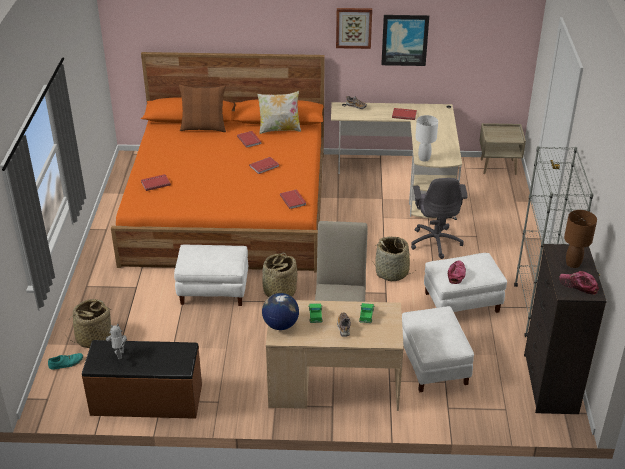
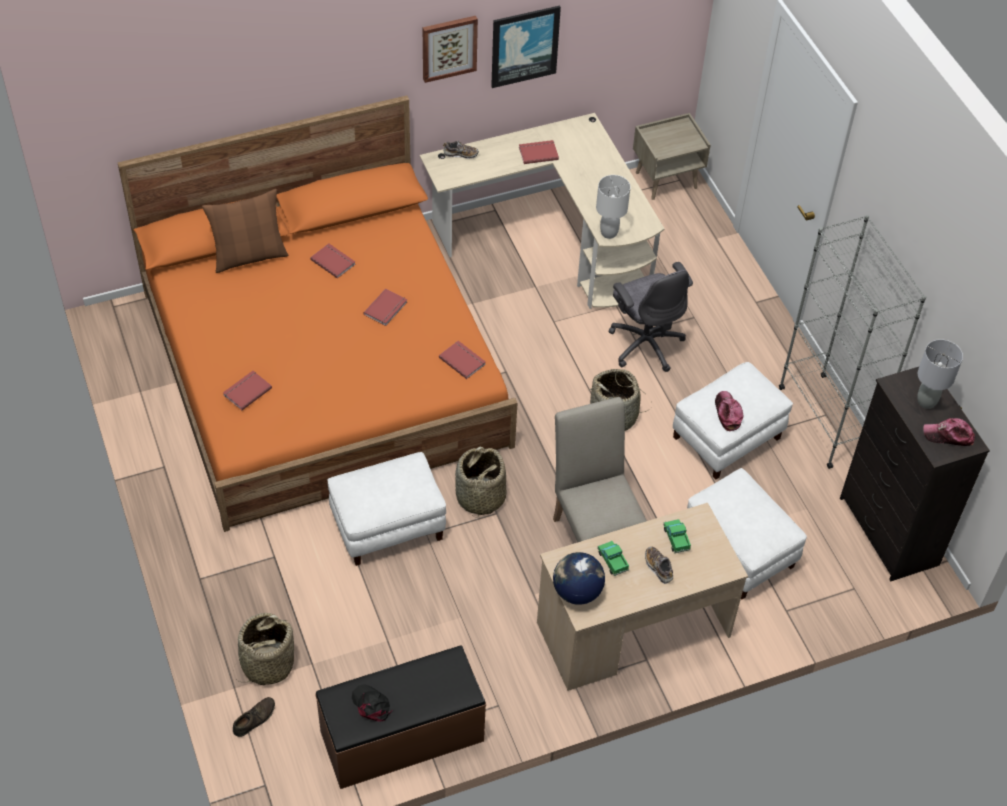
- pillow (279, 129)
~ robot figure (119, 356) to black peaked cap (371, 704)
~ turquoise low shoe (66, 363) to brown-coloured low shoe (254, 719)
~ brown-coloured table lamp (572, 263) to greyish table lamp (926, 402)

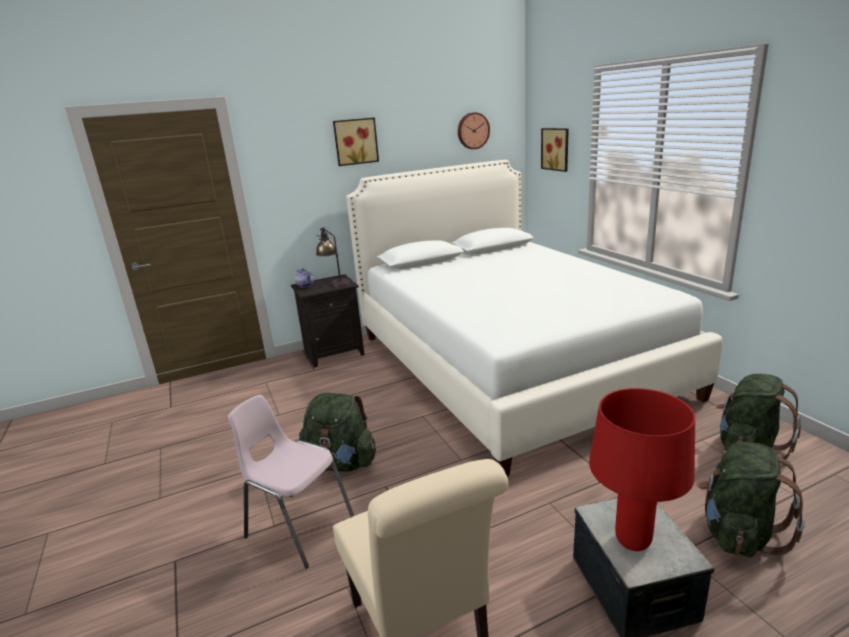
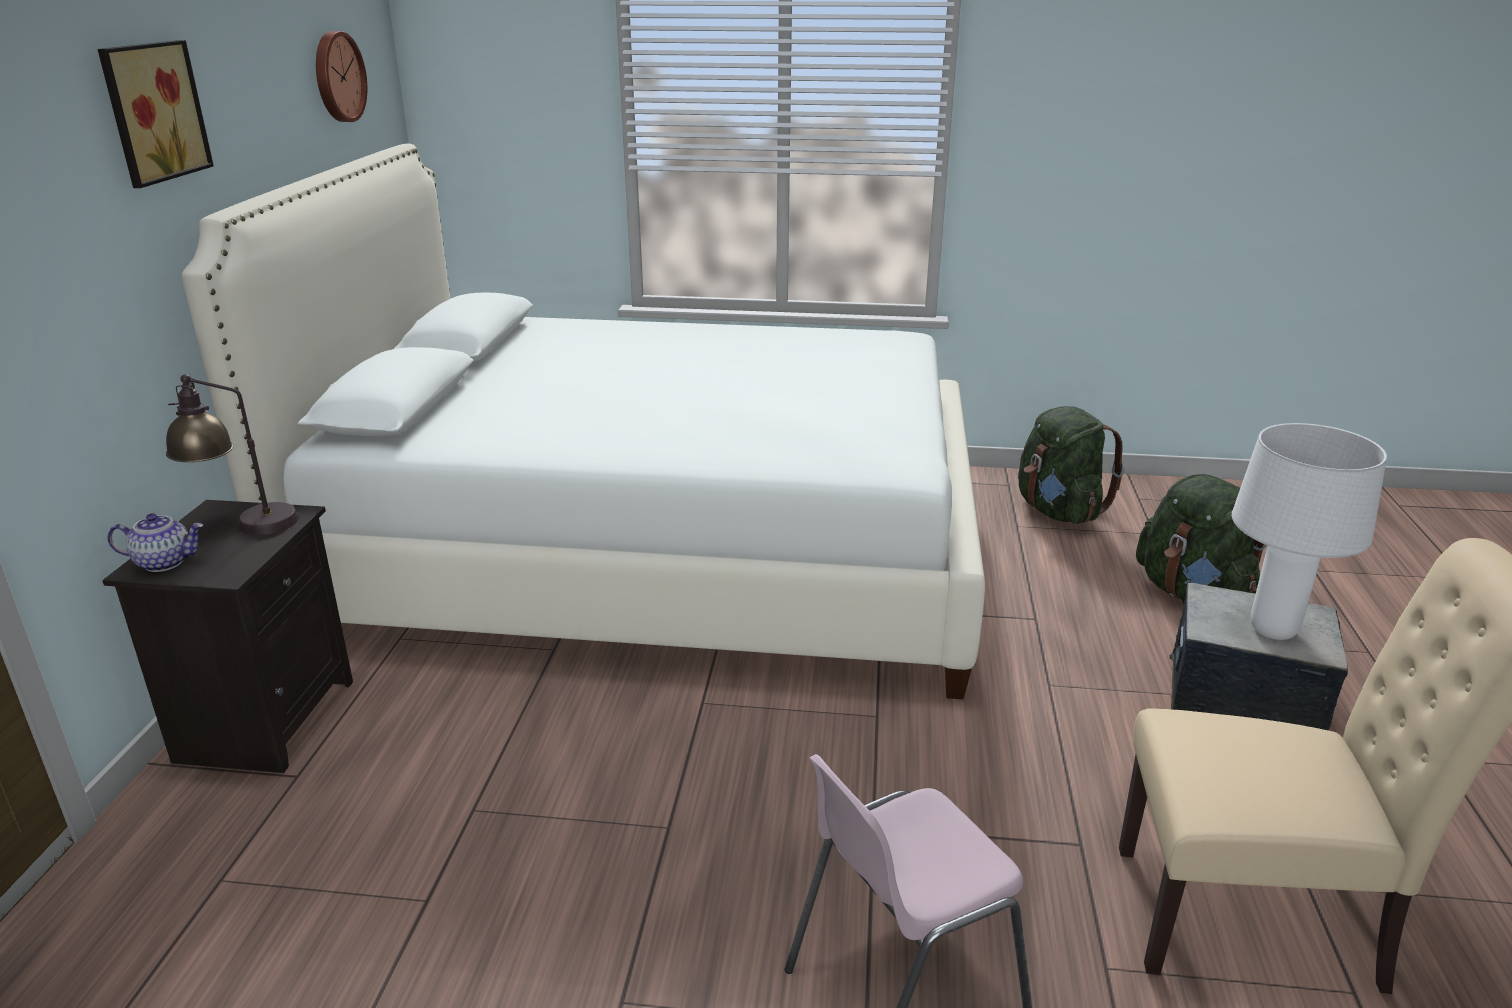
- green-coloured knapsack (341, 463)
- wall picture (556, 149)
~ red table lamp (633, 540) to white-coloured table lamp (1272, 630)

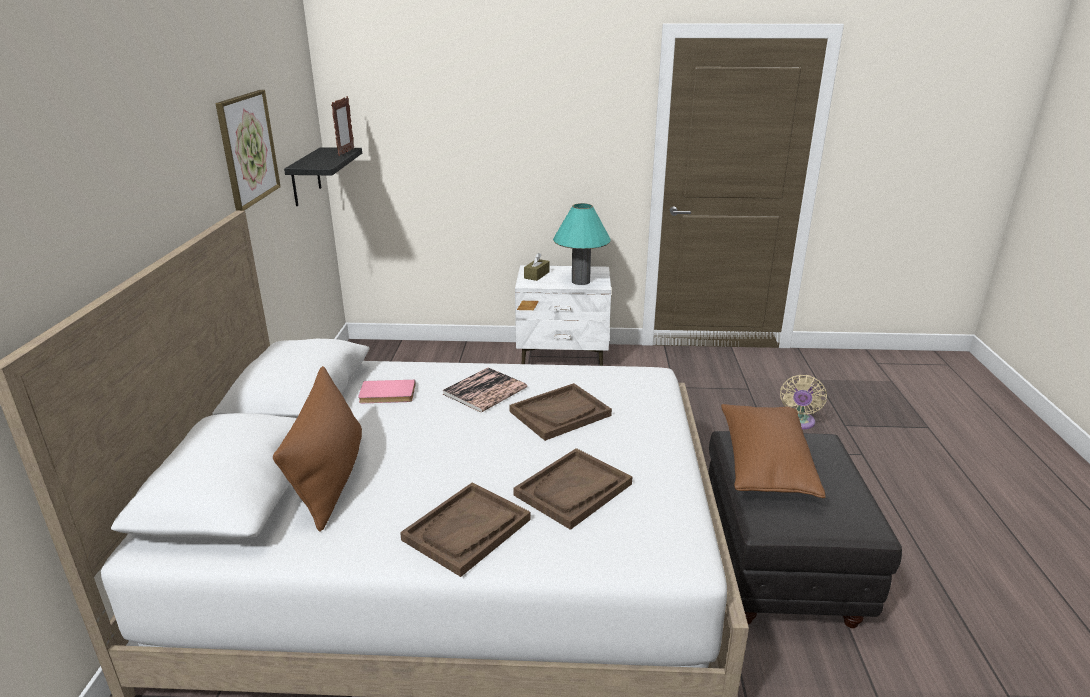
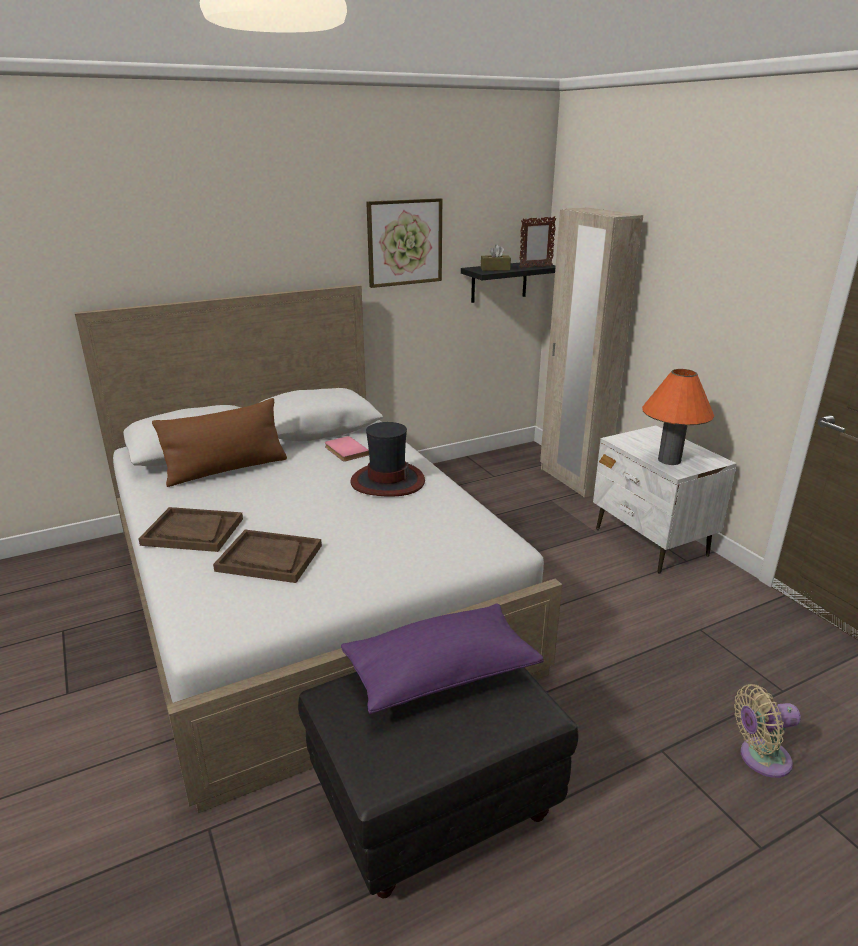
- brown-coloured carrying tray (560, 413)
+ beige armoire (572, 480)
~ brown-coloured tissue holder (536, 275) to (495, 269)
~ bound book (485, 391) to clothing hat (387, 481)
~ turquoise table lamp (580, 281) to orange-coloured table lamp (669, 460)
~ brown-coloured pillow (765, 465) to purplish pillow (440, 674)

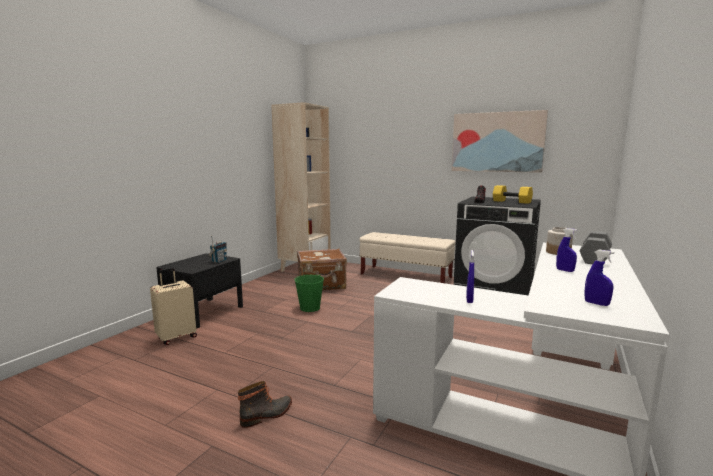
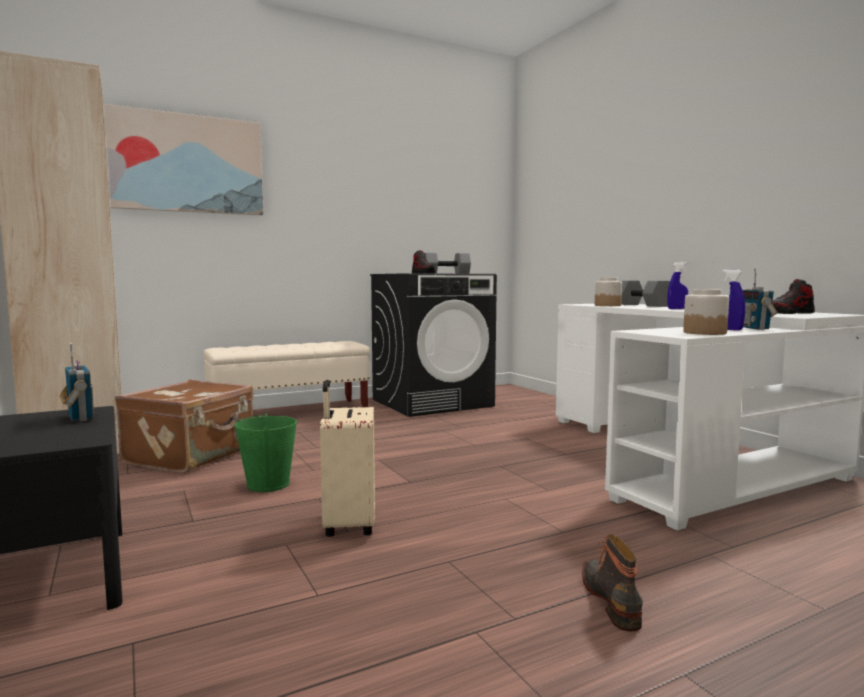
+ storage jar (704, 333)
+ radio (755, 328)
~ beige travel case (176, 337) to (348, 525)
~ wall picture (497, 142) to (188, 164)
~ bluish spray bottle (596, 303) to low shoe (789, 313)
~ yellowish free weight (512, 201) to greyish free weight (446, 273)

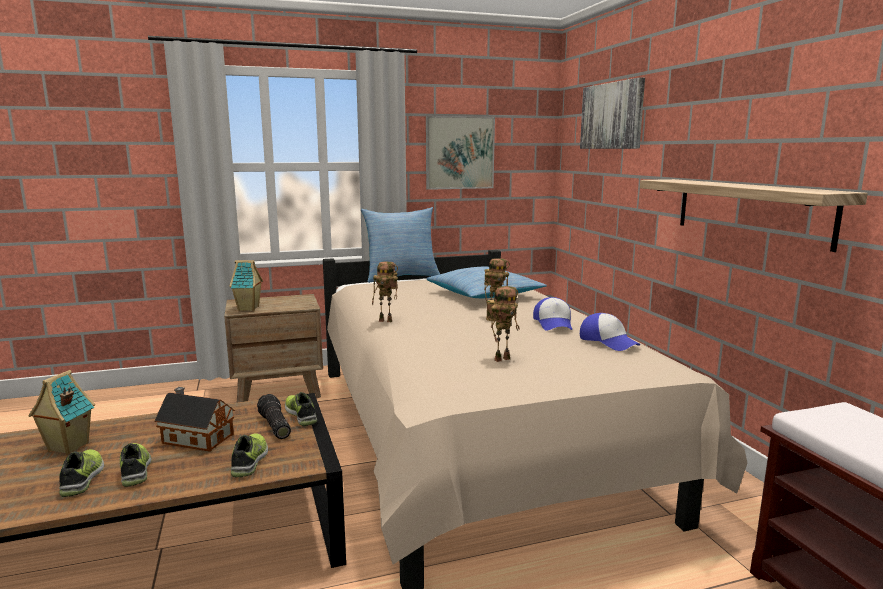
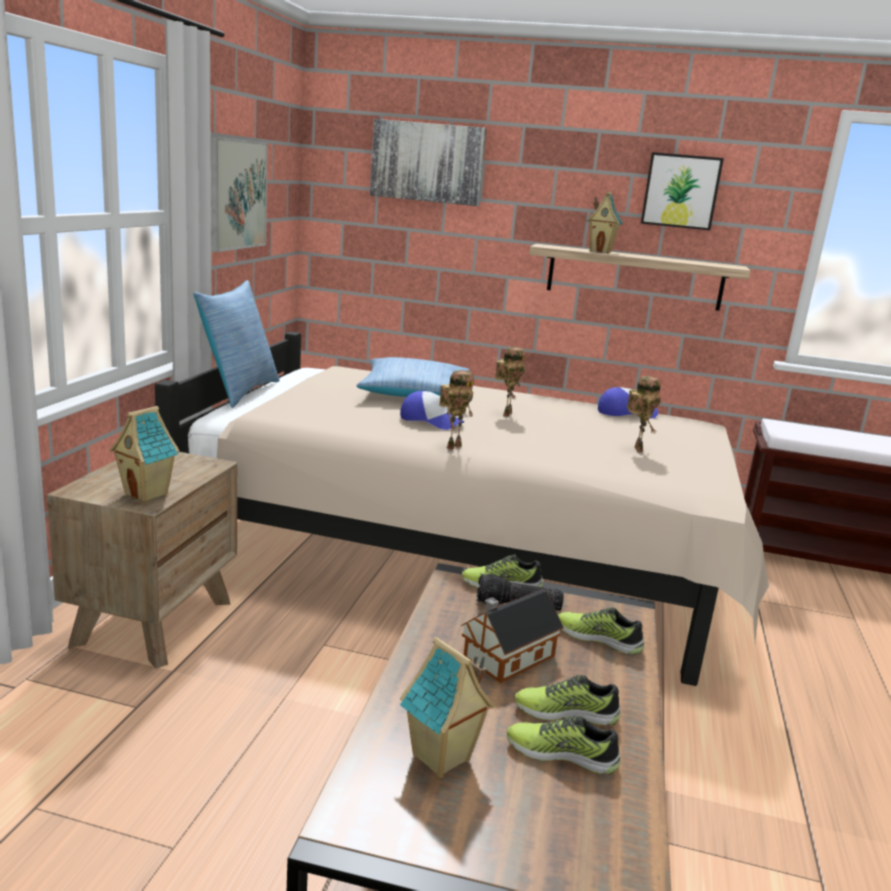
+ model house (600, 252)
+ wall picture (681, 191)
~ peaked cap (554, 324) to (430, 421)

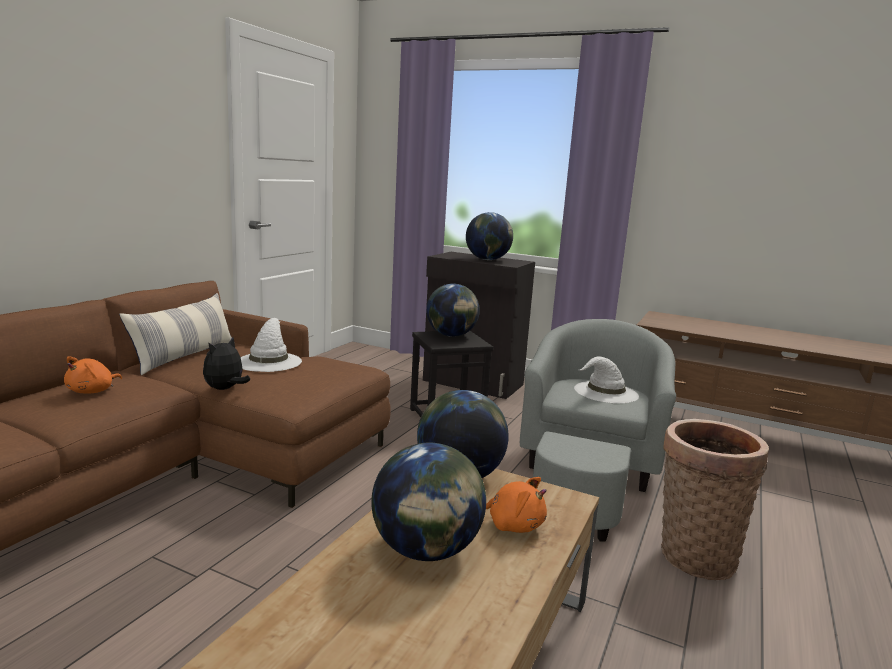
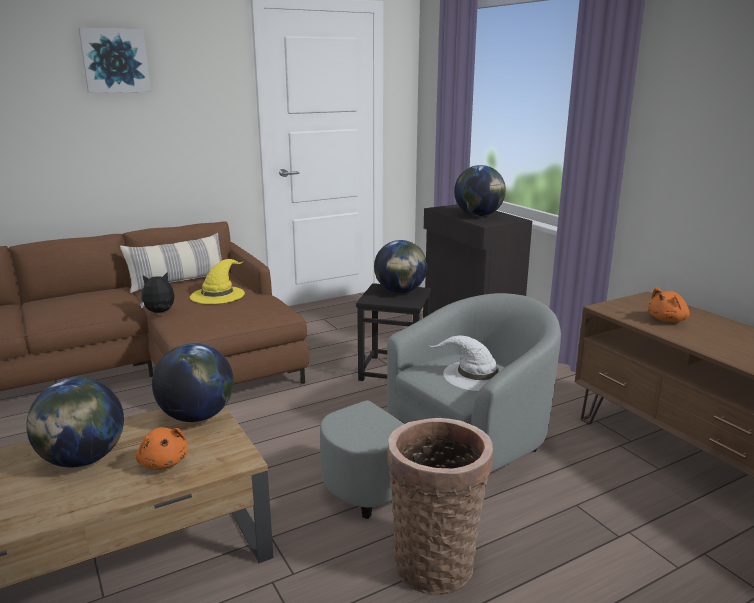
+ wall picture (115, 61)
~ orange-coloured cuddly toy (93, 391) to (668, 320)
~ white-coloured clothing hat (268, 361) to yellowish clothing hat (218, 294)

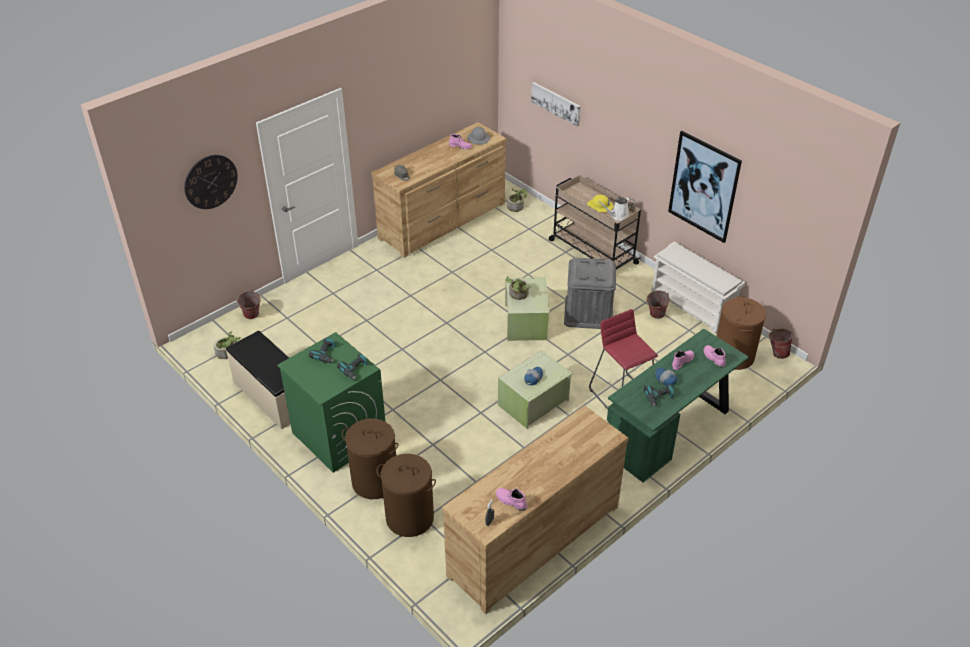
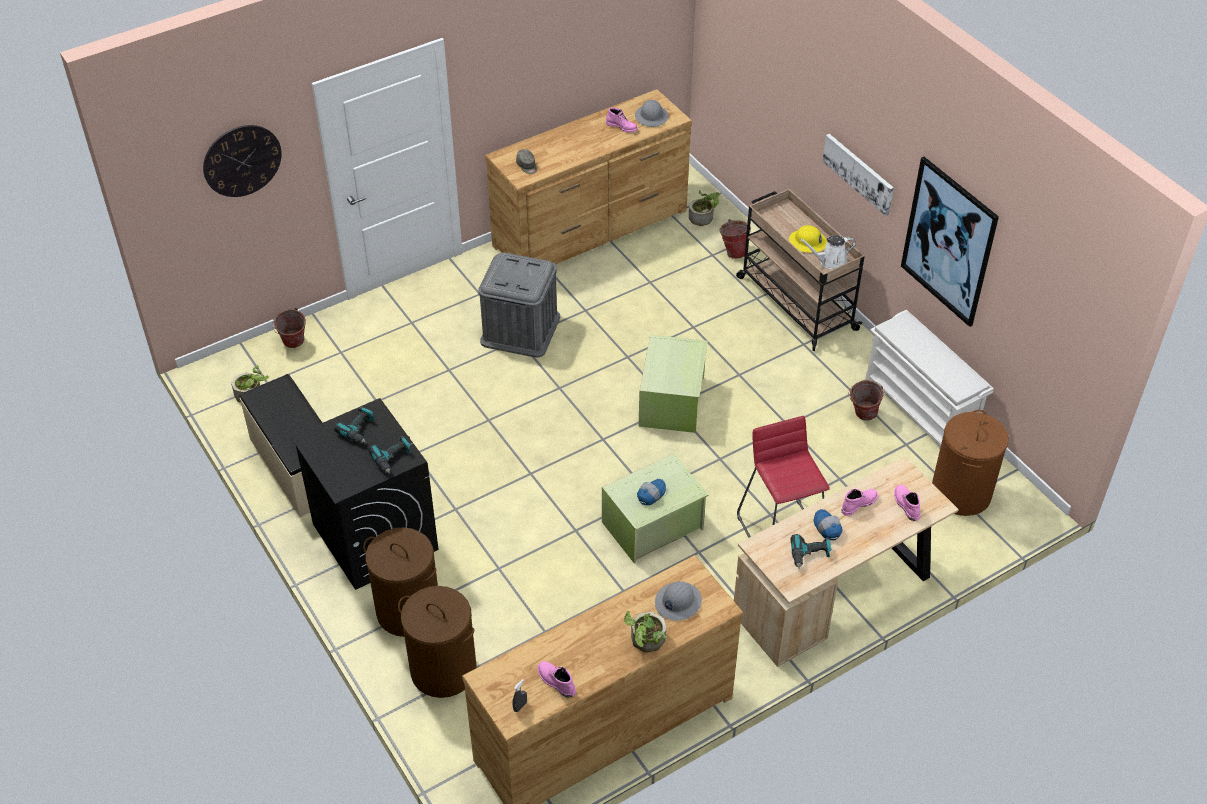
+ greyish hard hat (677, 602)
~ houseplant (517, 295) to (645, 642)
~ wall picture (556, 103) to (859, 173)
~ greyish storage container (588, 312) to (520, 329)
~ water bucket (777, 352) to (733, 251)
~ green-coloured washing machine (338, 435) to black washing machine (374, 536)
~ green-coloured desk (670, 430) to beige desk (837, 595)

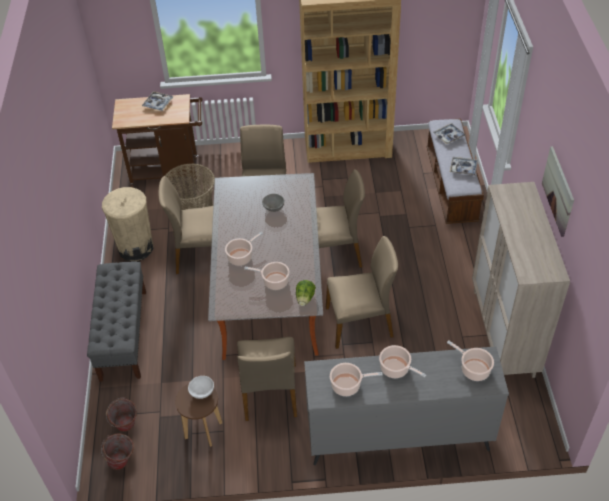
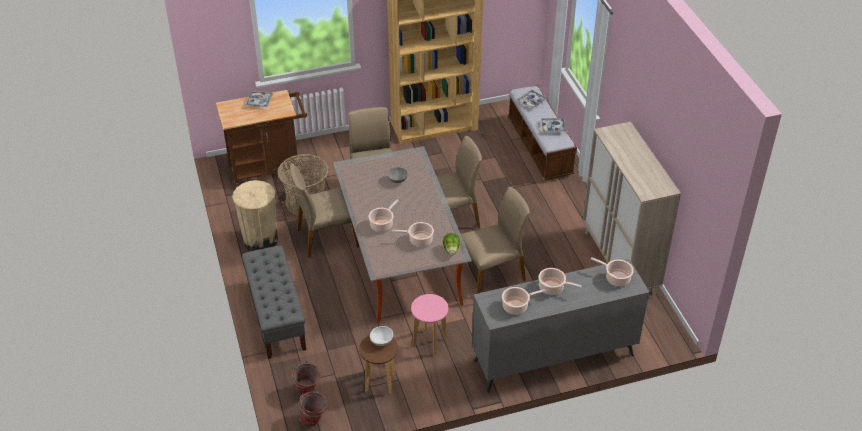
- wall picture (558, 191)
~ beige upright chair (269, 392) to pink stool seat (429, 342)

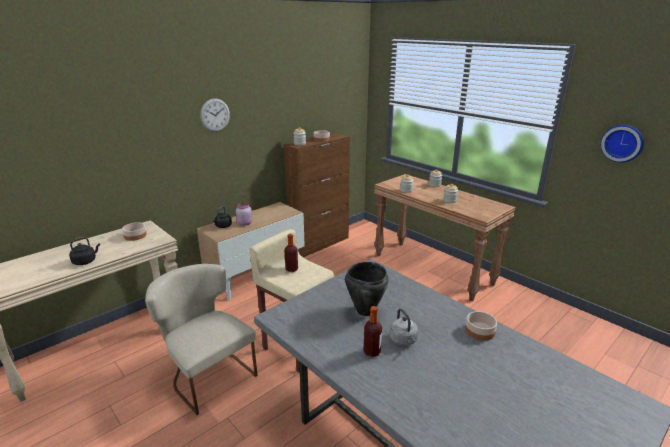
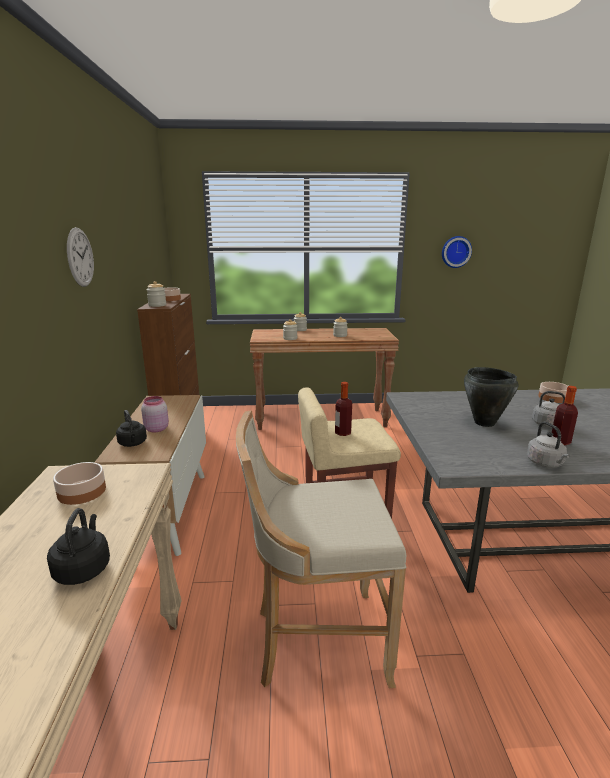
+ greyish water kettle (546, 463)
~ beige upright chair (208, 375) to beige stool seat (316, 641)

